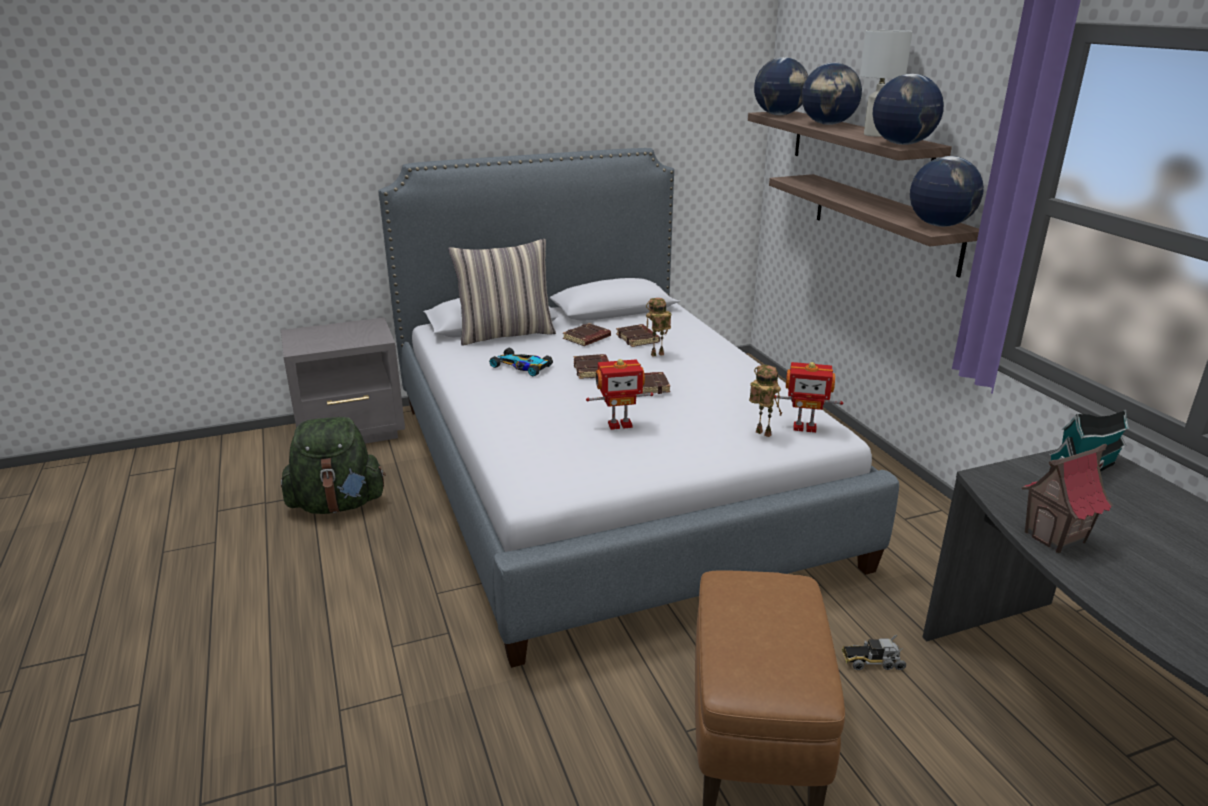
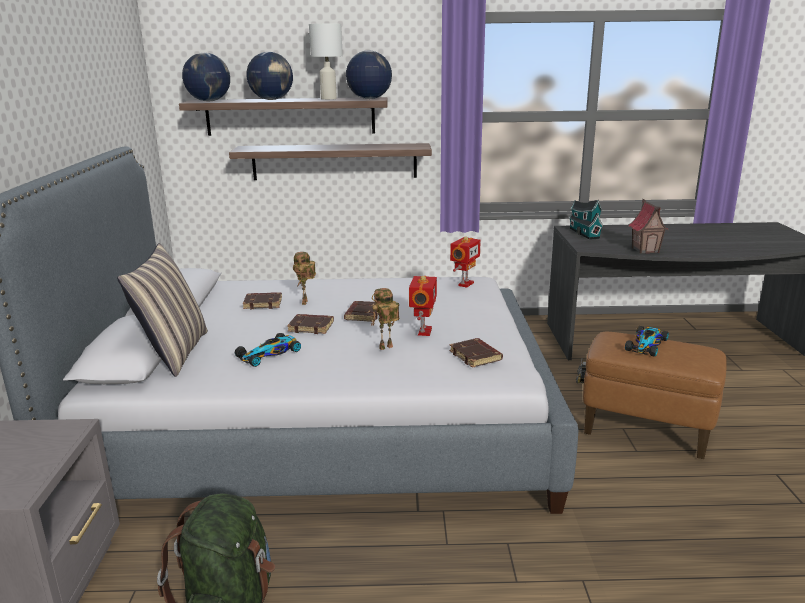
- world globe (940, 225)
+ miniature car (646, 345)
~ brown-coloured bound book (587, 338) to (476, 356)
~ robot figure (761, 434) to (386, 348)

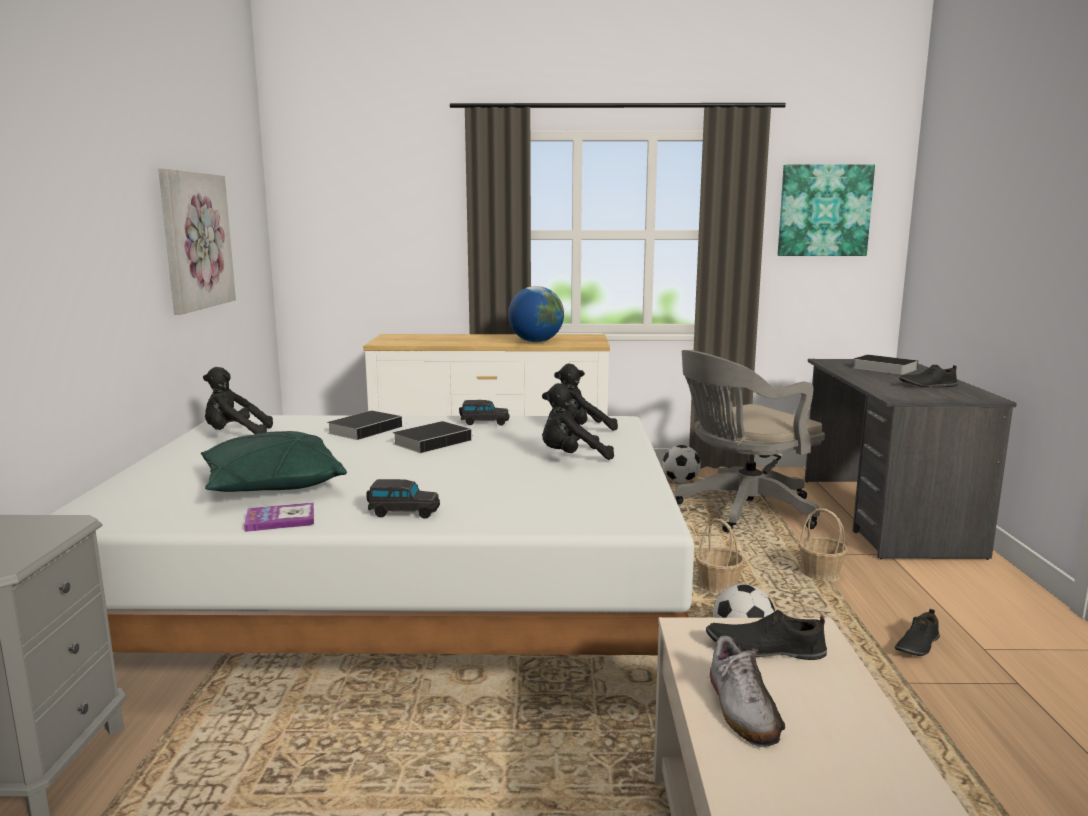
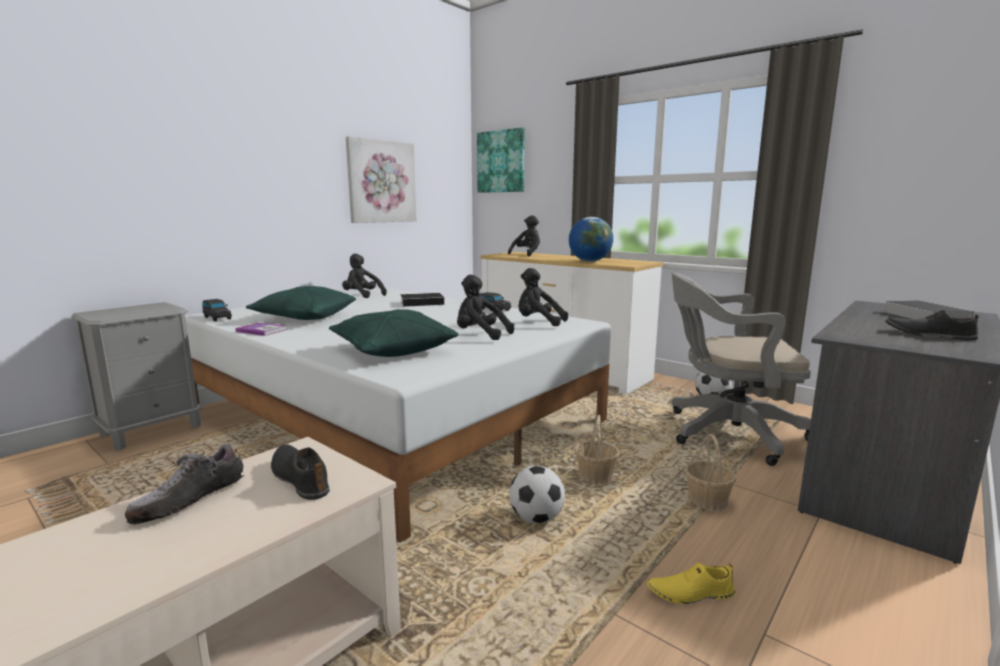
- bound book (433, 441)
+ green-coloured pillow (392, 350)
+ black cuddly toy (527, 254)
~ black miniature car (403, 512) to (217, 318)
~ wall picture (824, 210) to (501, 161)
~ black low shoe (916, 645) to yellowish low shoe (690, 593)

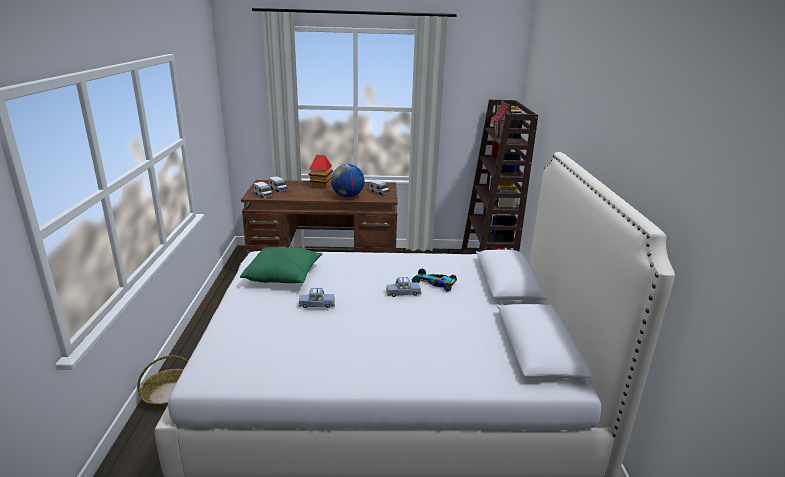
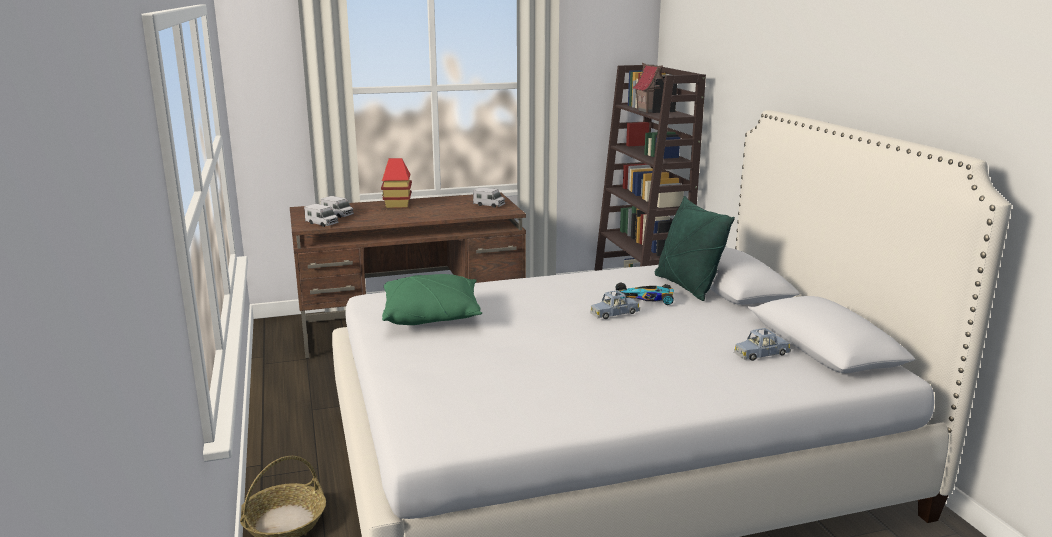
- world globe (347, 196)
+ green-coloured pillow (687, 287)
~ bluish miniature car (317, 304) to (761, 354)

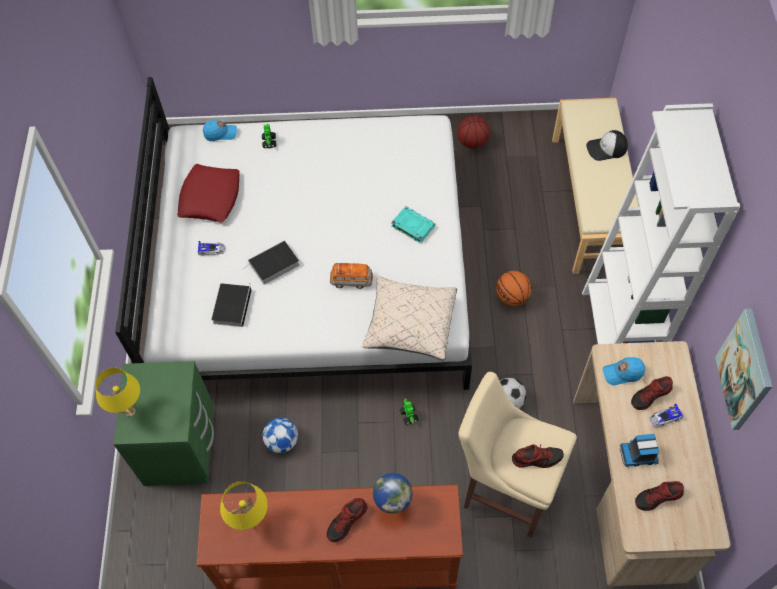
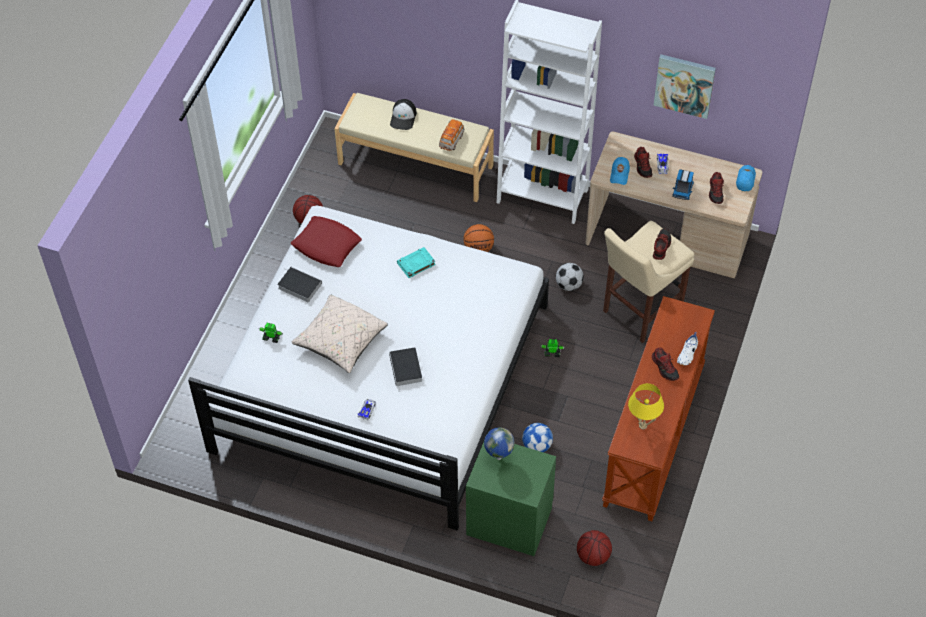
- yellowish table lamp (130, 411)
+ basketball ball (593, 556)
+ white-coloured low shoe (688, 354)
~ red pillow (210, 197) to (326, 245)
~ bluish peaked cap (220, 133) to (745, 180)
~ bound book (232, 305) to (298, 286)
~ miniature car (351, 280) to (451, 140)
~ beige pillow (410, 325) to (340, 341)
~ world globe (393, 504) to (498, 457)

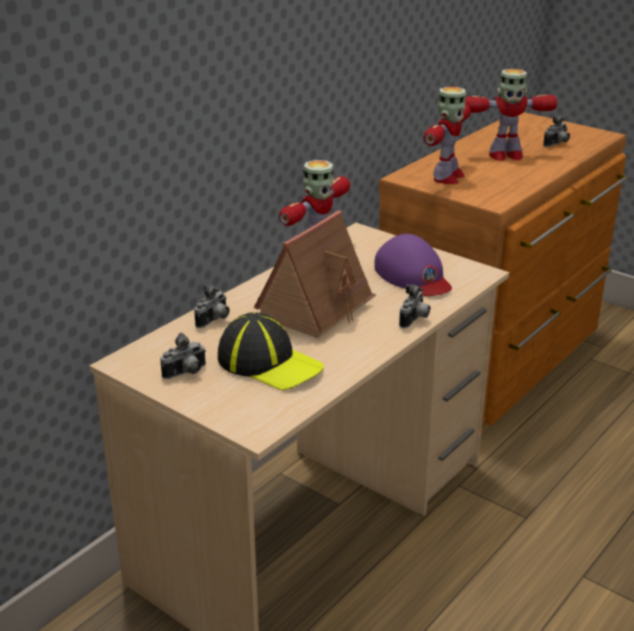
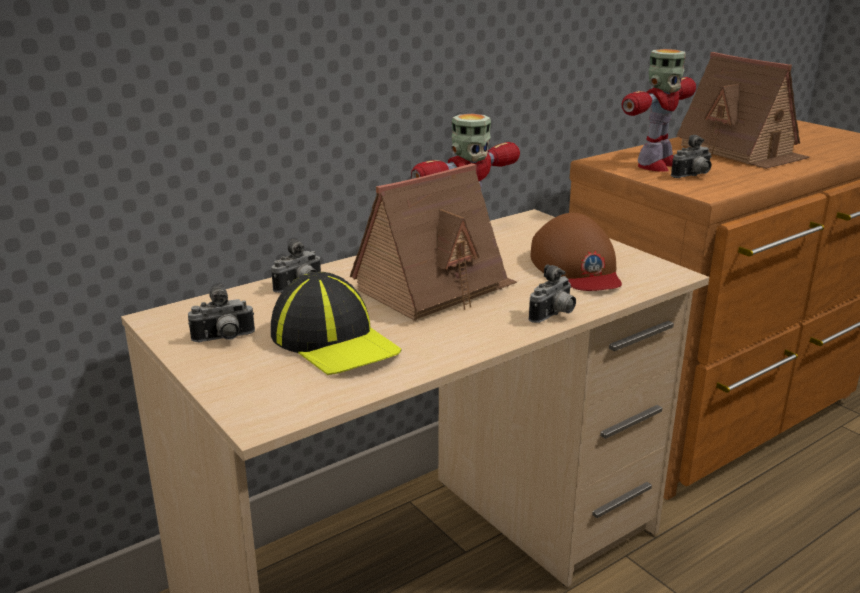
~ still camera (557, 144) to (693, 176)
~ robot figure (505, 155) to model house (741, 151)
~ purplish peaked cap (413, 276) to brown-coloured peaked cap (576, 268)

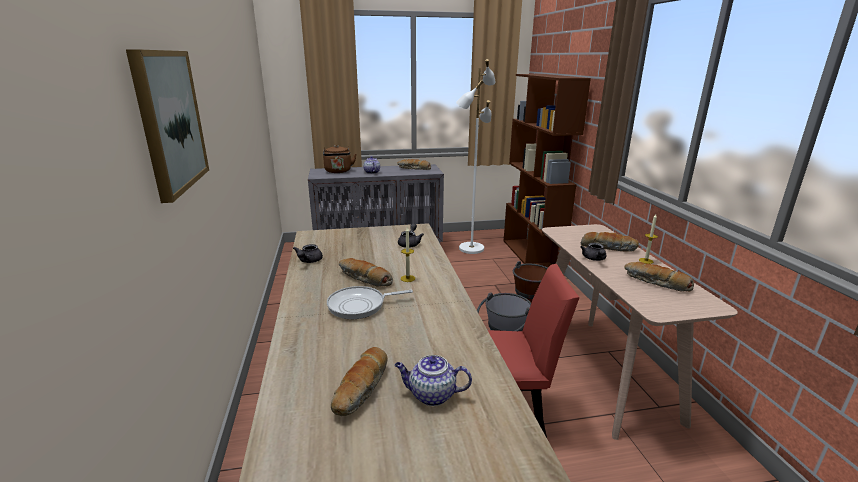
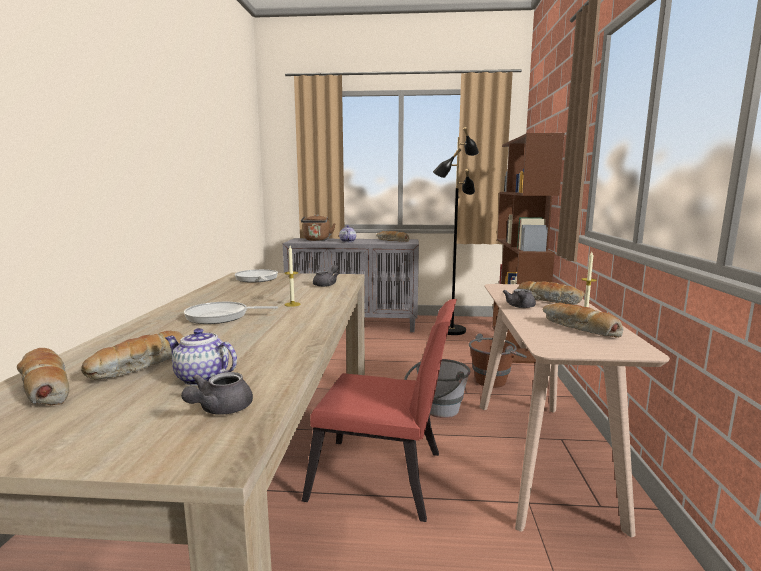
- wall picture (169, 121)
+ frying pan (257, 279)
~ greyish tea pot (308, 261) to (219, 409)
~ baked bread (364, 279) to (44, 387)
~ white-coloured floor lamp (471, 248) to black floor lamp (451, 330)

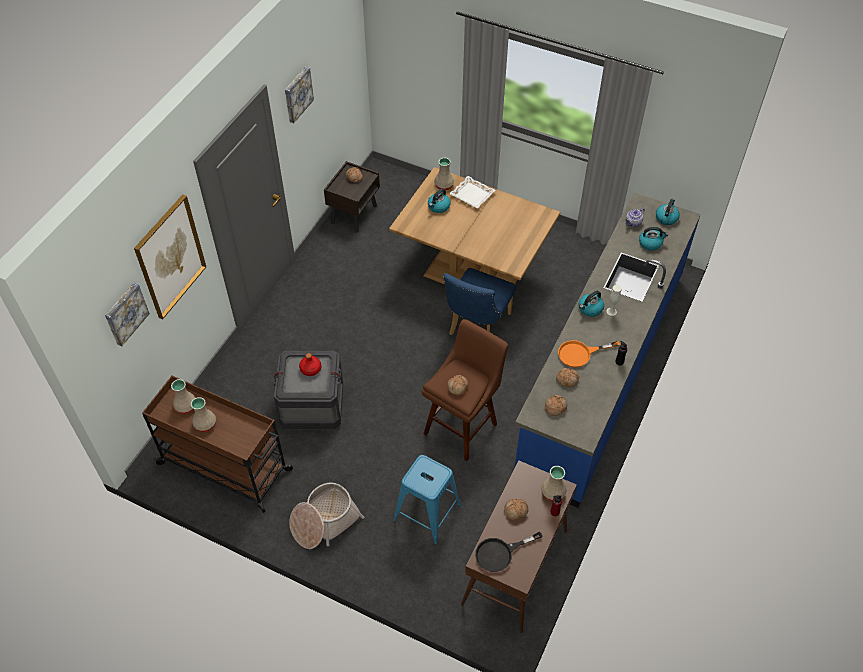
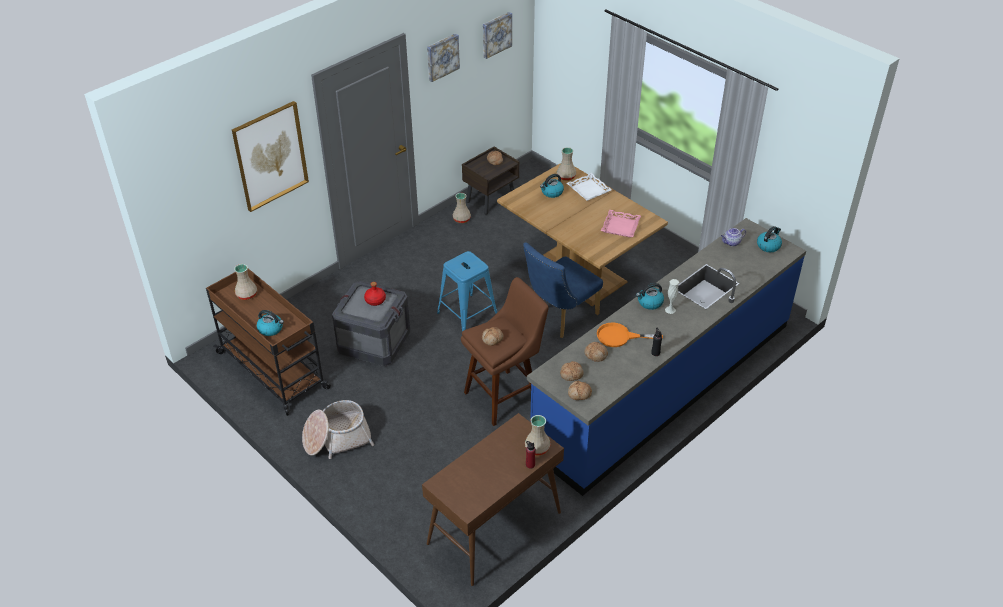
- black frying pan (500, 553)
+ pink carrying tray (621, 227)
~ wall picture (125, 313) to (496, 34)
~ beige vase (205, 424) to (461, 219)
~ bluish stool seat (427, 513) to (468, 315)
~ baked bread (516, 511) to (579, 394)
~ water kettle (650, 243) to (271, 329)

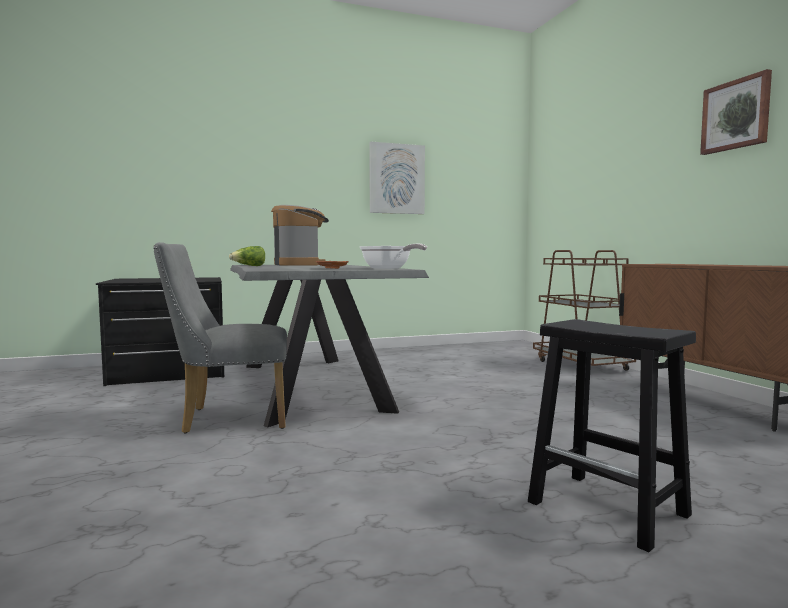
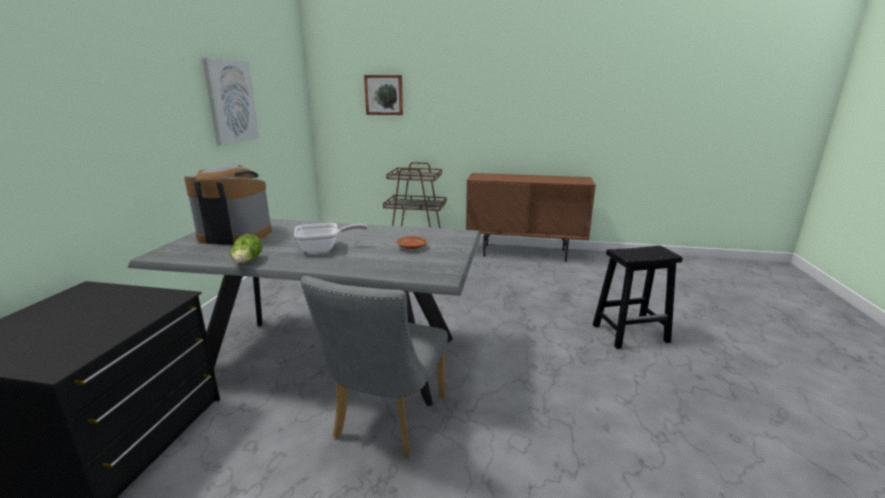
~ frying pan (389, 268) to (324, 248)
~ wall picture (736, 115) to (384, 95)

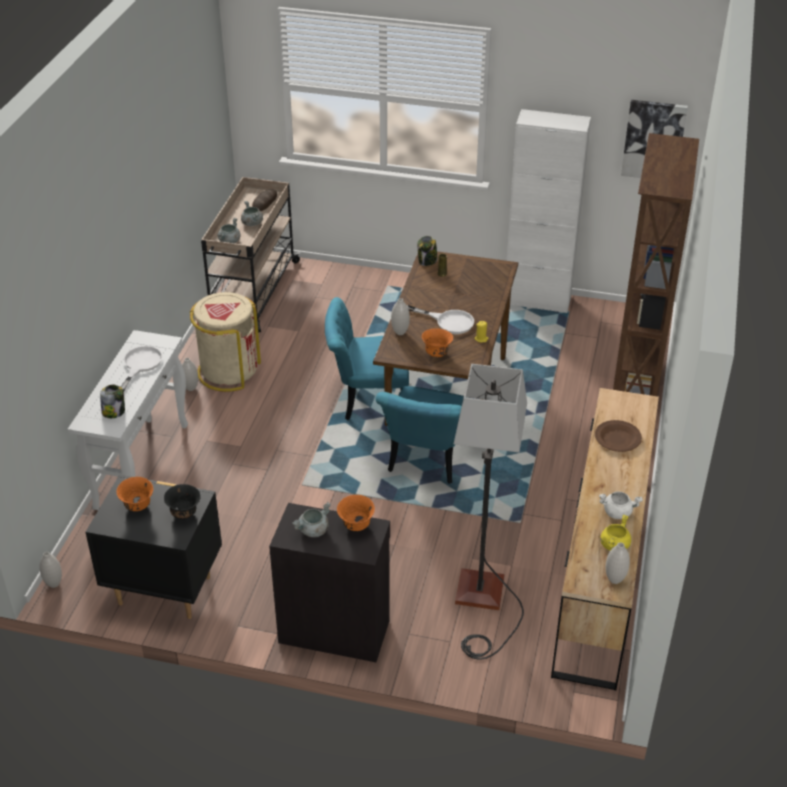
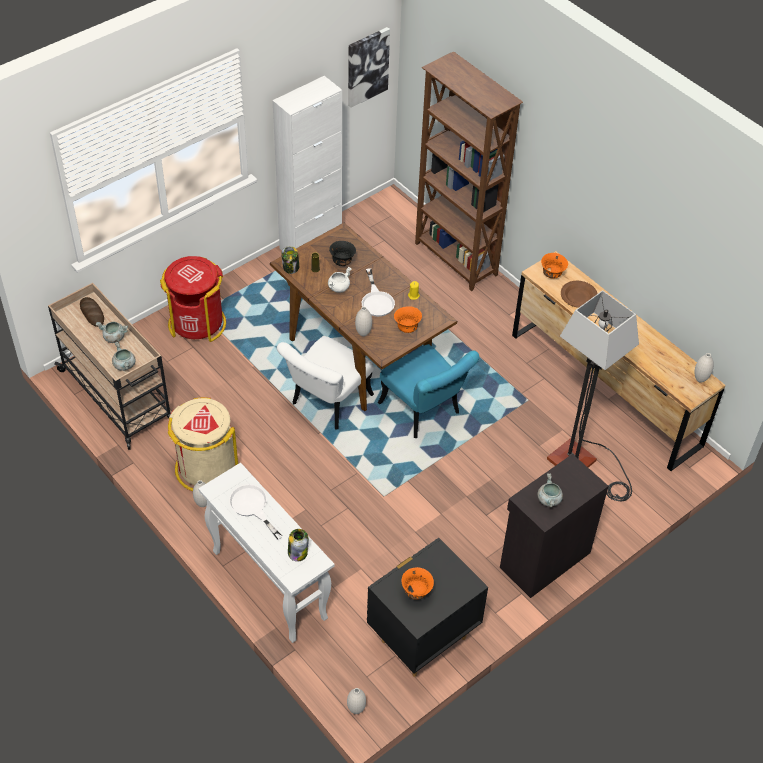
- yellowish cooking pot (614, 545)
+ red waste bin (197, 323)
~ black deep dish (184, 513) to (342, 262)
~ orange-coloured deep dish (356, 526) to (552, 275)
~ white-coloured cooking pot (617, 512) to (338, 287)
~ turquoise upright chair (368, 400) to white-coloured upright chair (326, 404)
~ white-coloured frying pan (448, 321) = (376, 300) 105 degrees clockwise

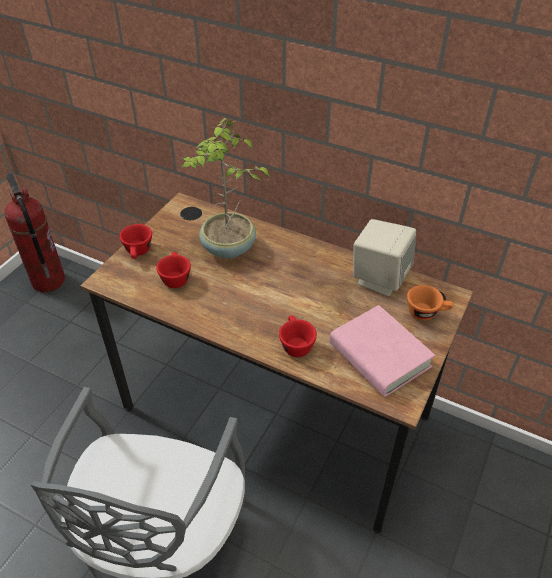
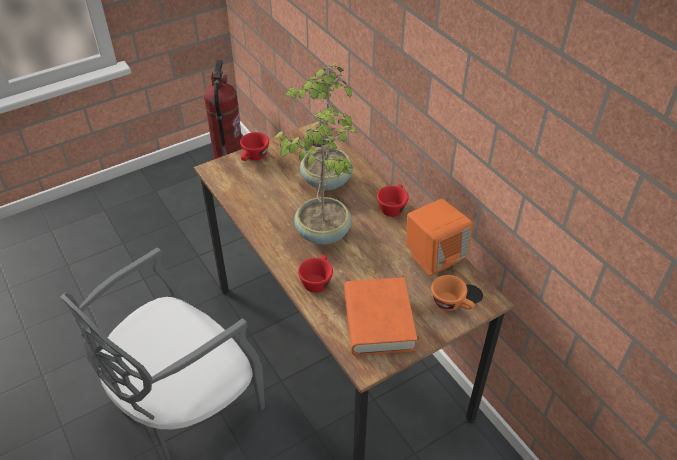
+ houseplant (323, 232)
~ red small cup (175, 277) to (392, 207)
~ pink bound book (379, 356) to orange-coloured bound book (378, 321)
~ beige loudspeaker (379, 278) to orange-coloured loudspeaker (434, 257)

